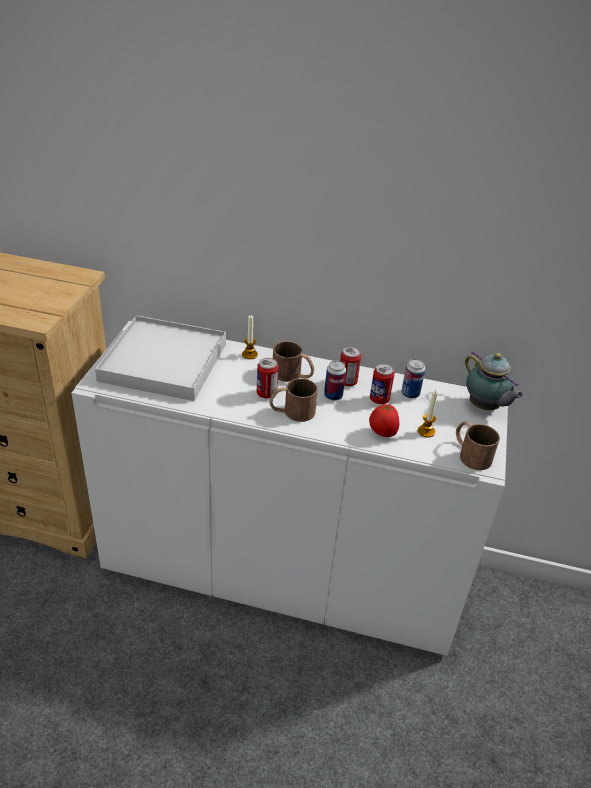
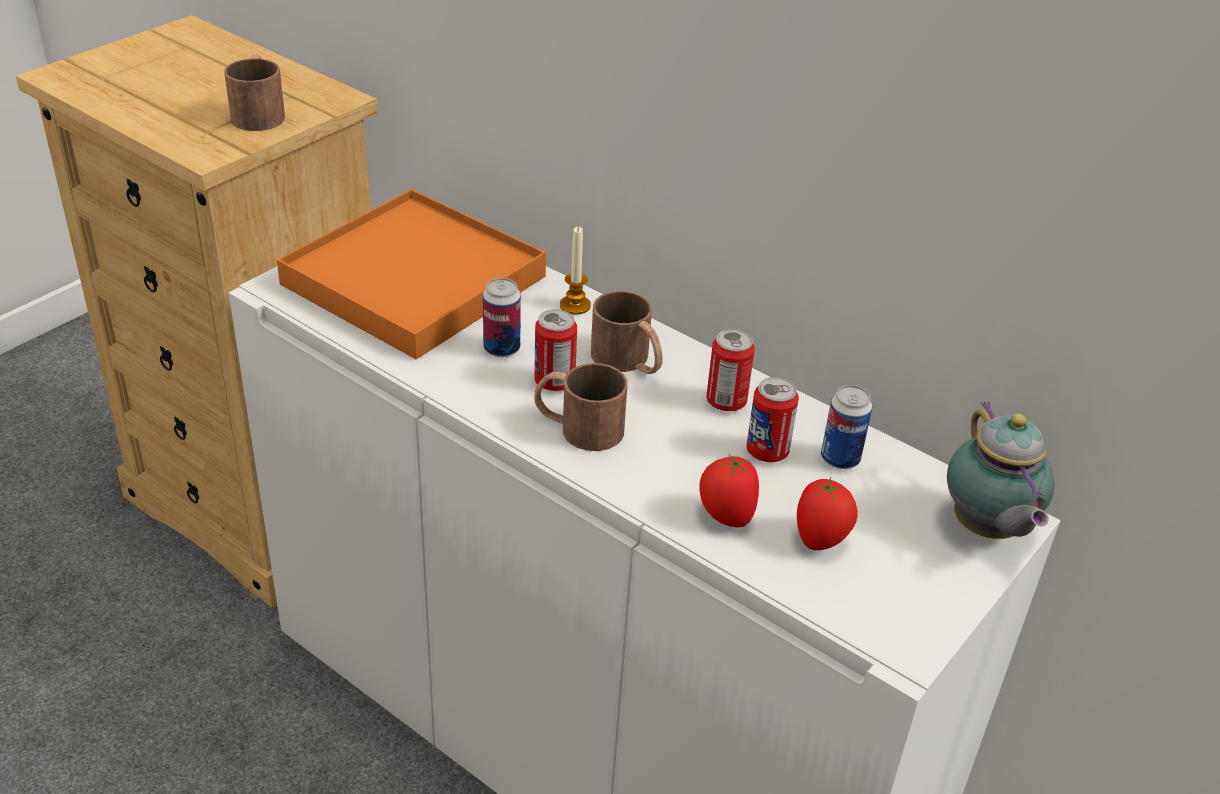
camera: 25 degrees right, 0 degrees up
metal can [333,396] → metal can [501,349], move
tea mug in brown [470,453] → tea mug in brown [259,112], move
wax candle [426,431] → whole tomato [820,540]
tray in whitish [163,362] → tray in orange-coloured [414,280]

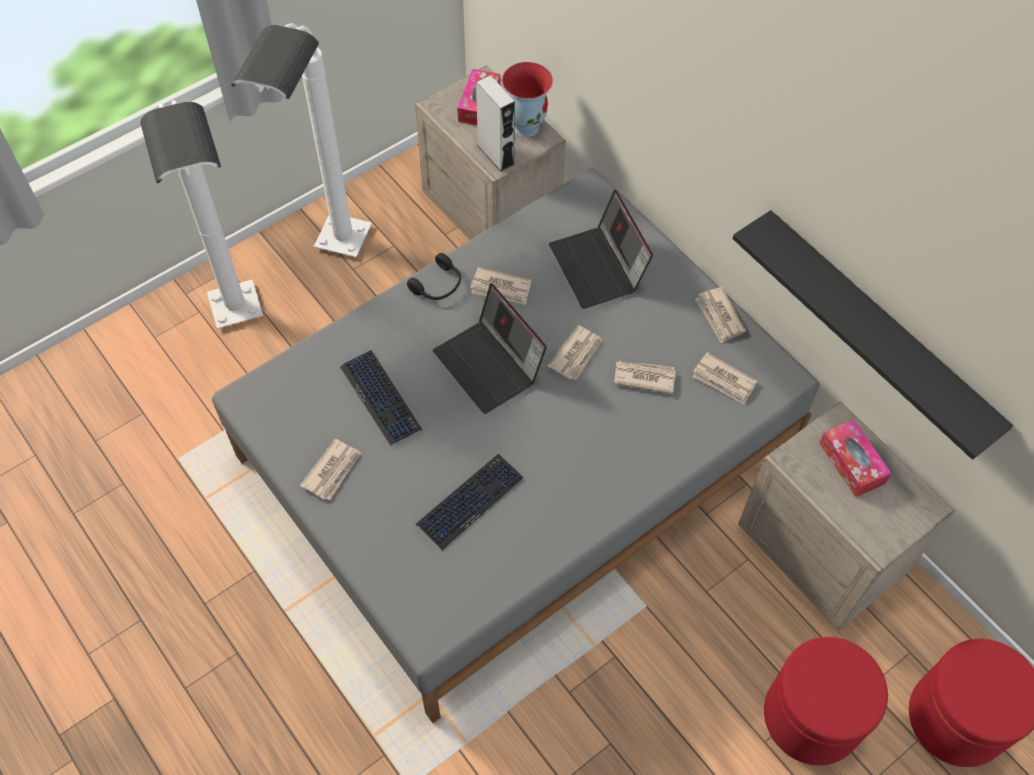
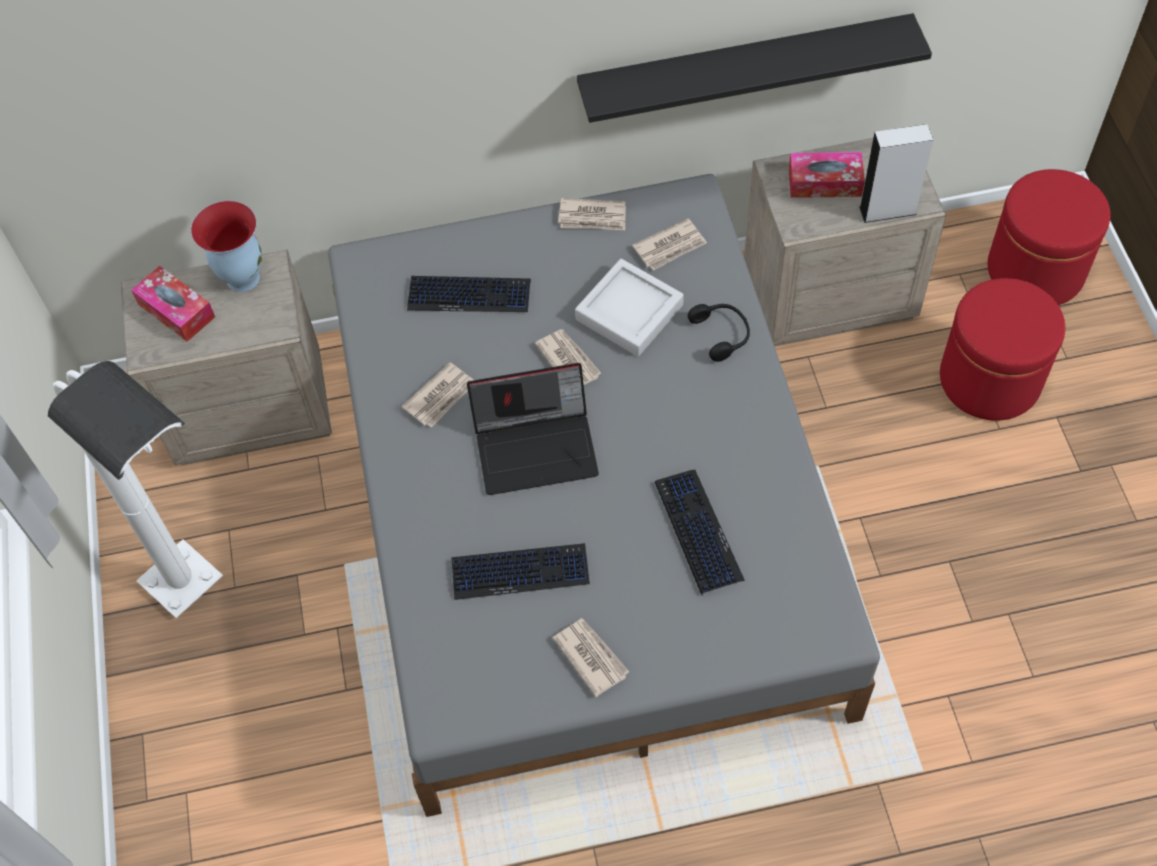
camera: 60 degrees left, 0 degrees up
standing lamp in whitish [245,333] → -
headphones in black-coloured [438,285] → headphones in black-coloured [722,334], move
speaker in greyish [495,155] → speaker in greyish [887,210], move
portable computer [599,268] → keyboard [469,295]
newspaper [644,377] → tray in greyish [629,312]

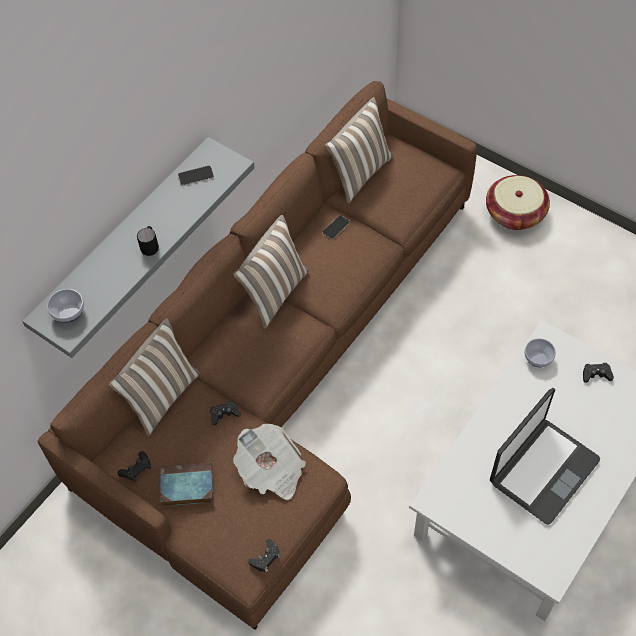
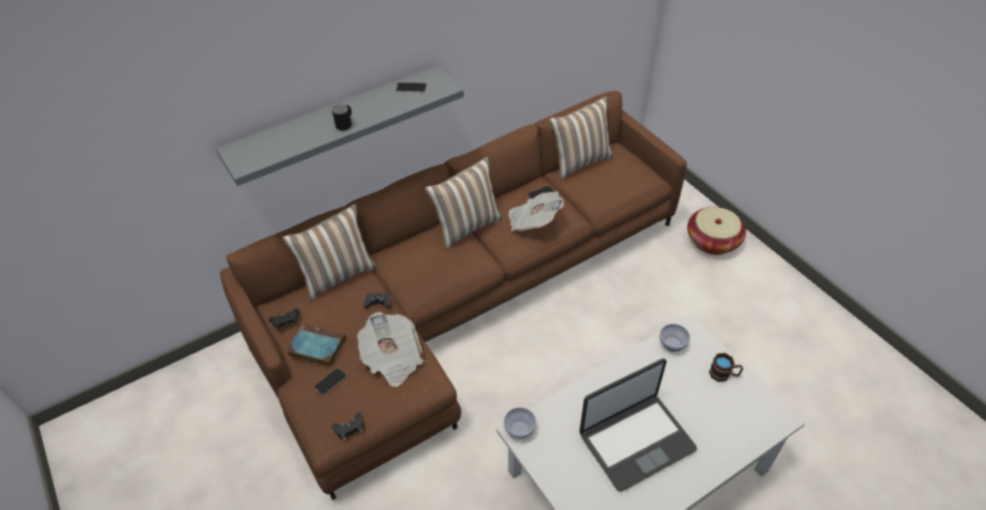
camera: 20 degrees right, 10 degrees down
- → telephone [330,382]
- → newspaper [533,221]
deep dish [68,313] → deep dish [519,429], move
joypad in black-coloured [596,374] → tea mug in brown [724,374]

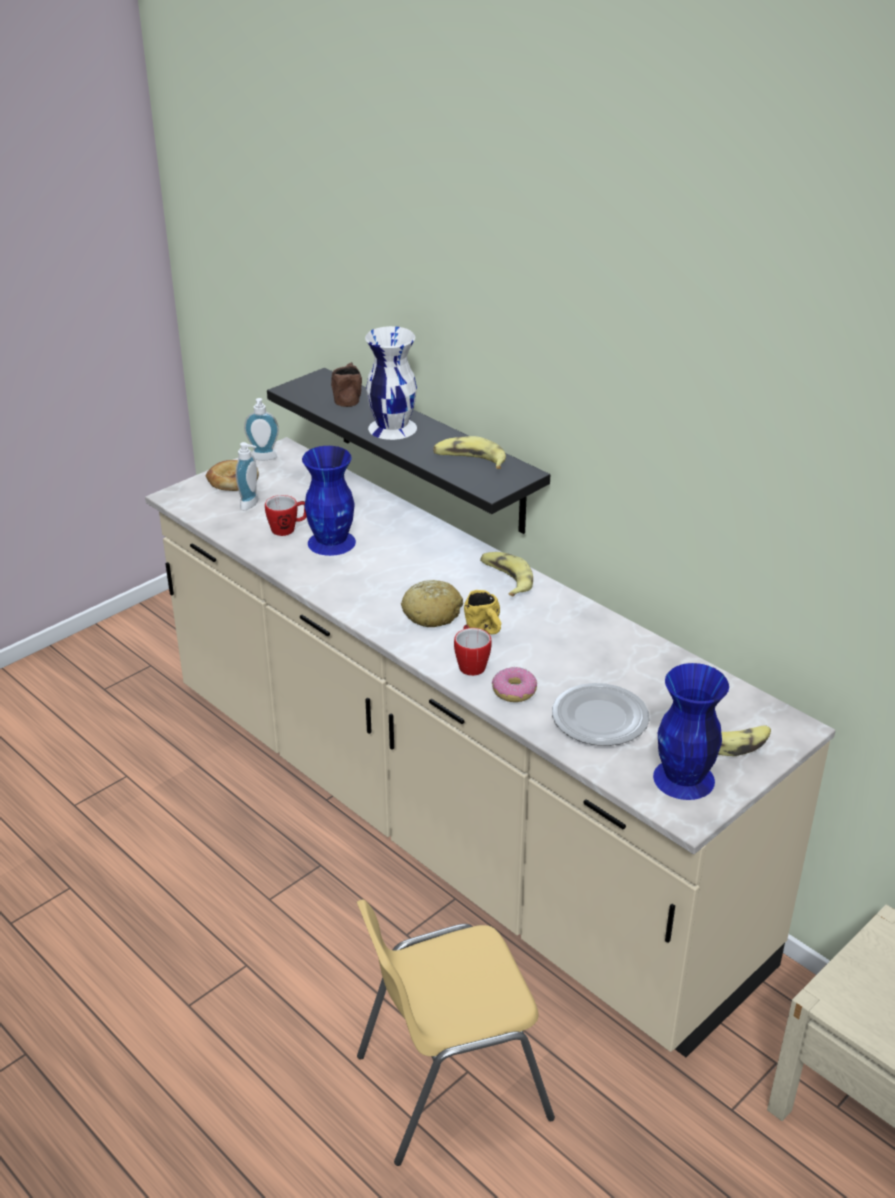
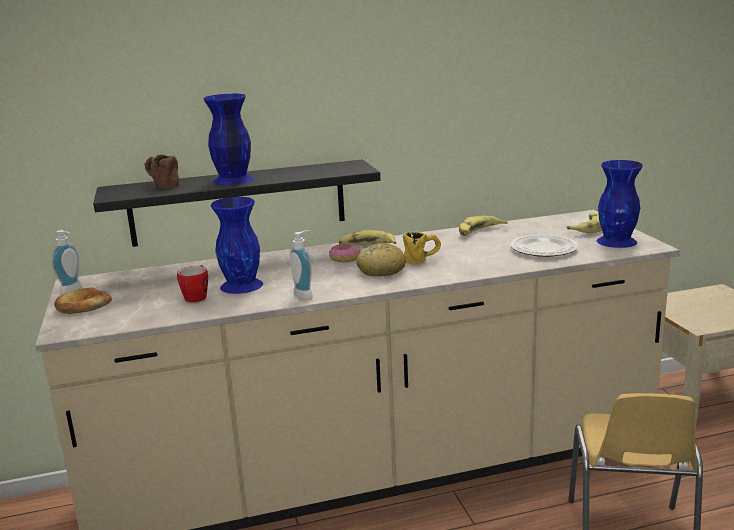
camera: 60 degrees left, 15 degrees down
tea mug [470,664] → -
liquid soap bottle [252,504] → liquid soap bottle [305,294], move
banana fruit [470,460] → banana fruit [479,232], move
ring doughnut [514,691] → ring doughnut [345,258], move
flower vase in whitish [391,427] → flower vase in blue [232,180]

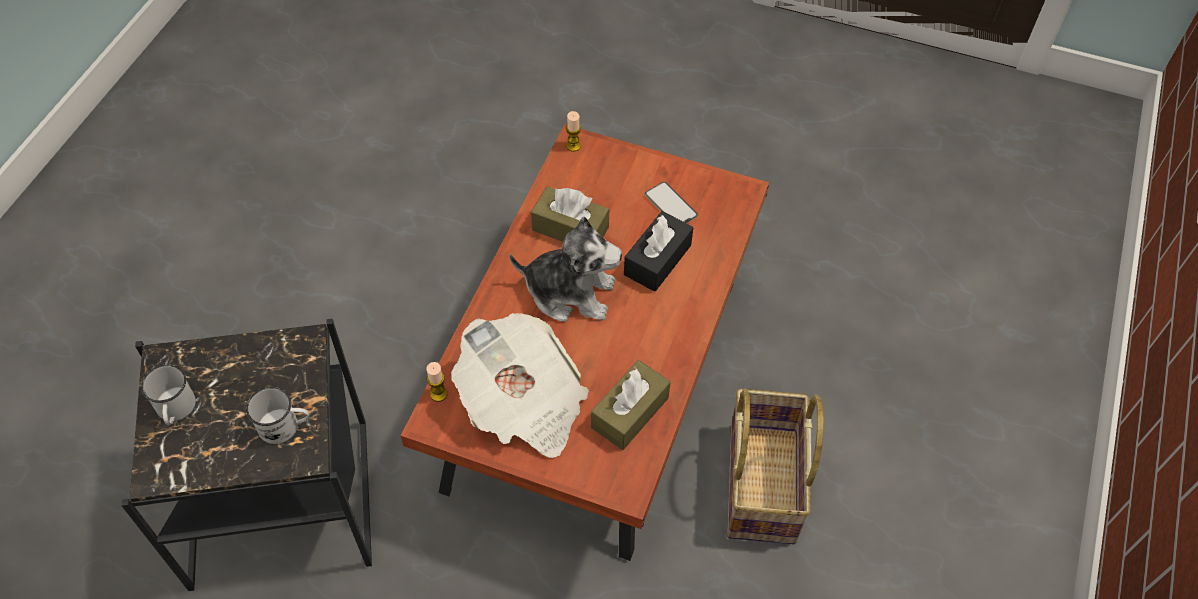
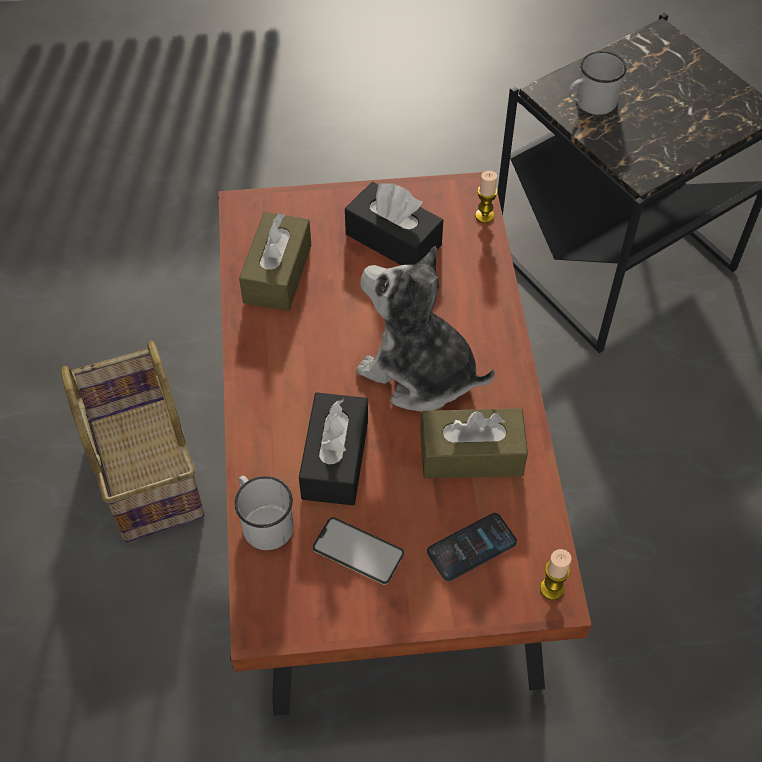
camera: 155 degrees right, 0 degrees up
- → telephone [471,547]
tea mug in whitish [175,410] → tea mug in whitish [263,521], move
newspaper [523,404] → box of tissues in black-coloured [393,239]
soft toy [570,292] → soft toy [419,372], 45 degrees clockwise

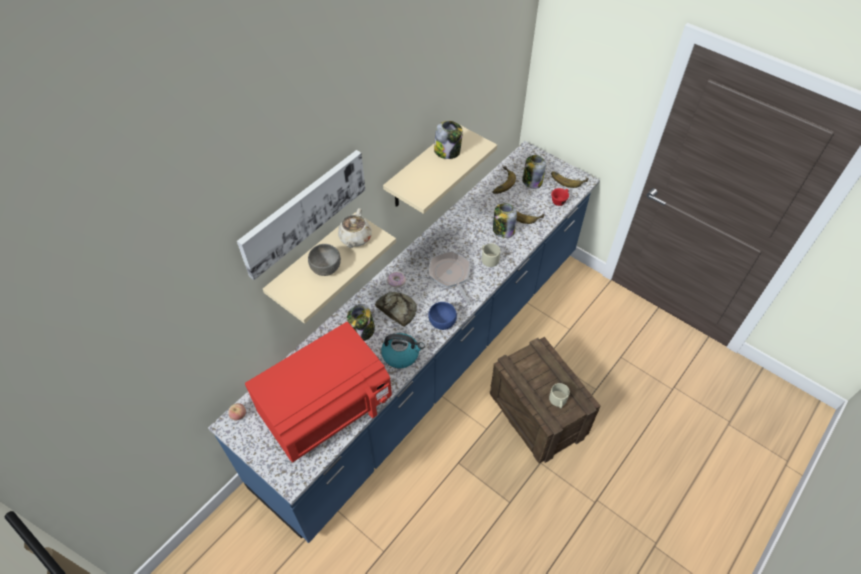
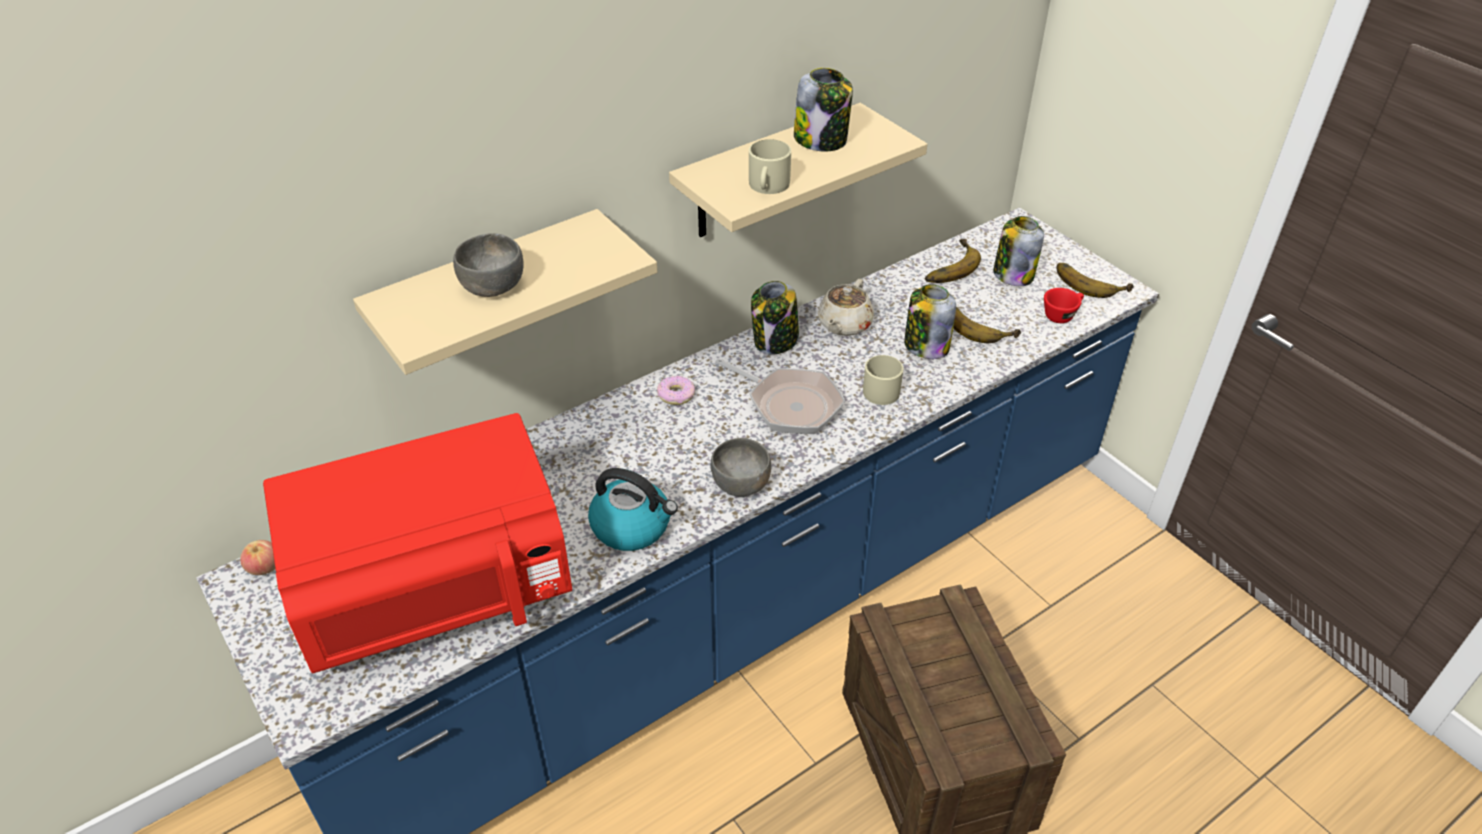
camera: 15 degrees right, 10 degrees down
wall art [303,211] → -
bakery bread [397,310] → -
pot for tea in beige [355,238] → pot for tea in beige [844,325], move
jar [362,331] → jar [775,341], move
tea mug in beige [558,401] → tea mug in beige [768,186], move
deep dish in blue [442,322] → deep dish in greyish [741,484]
pan [450,275] → pan [789,404], 135 degrees clockwise

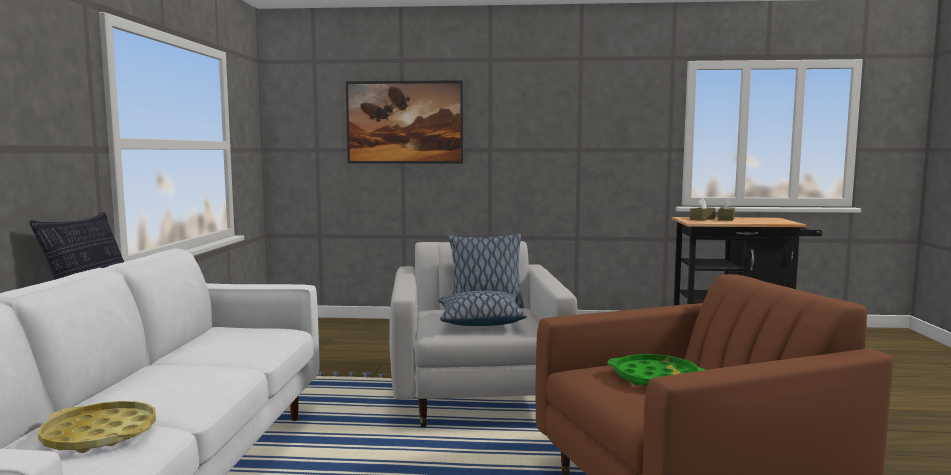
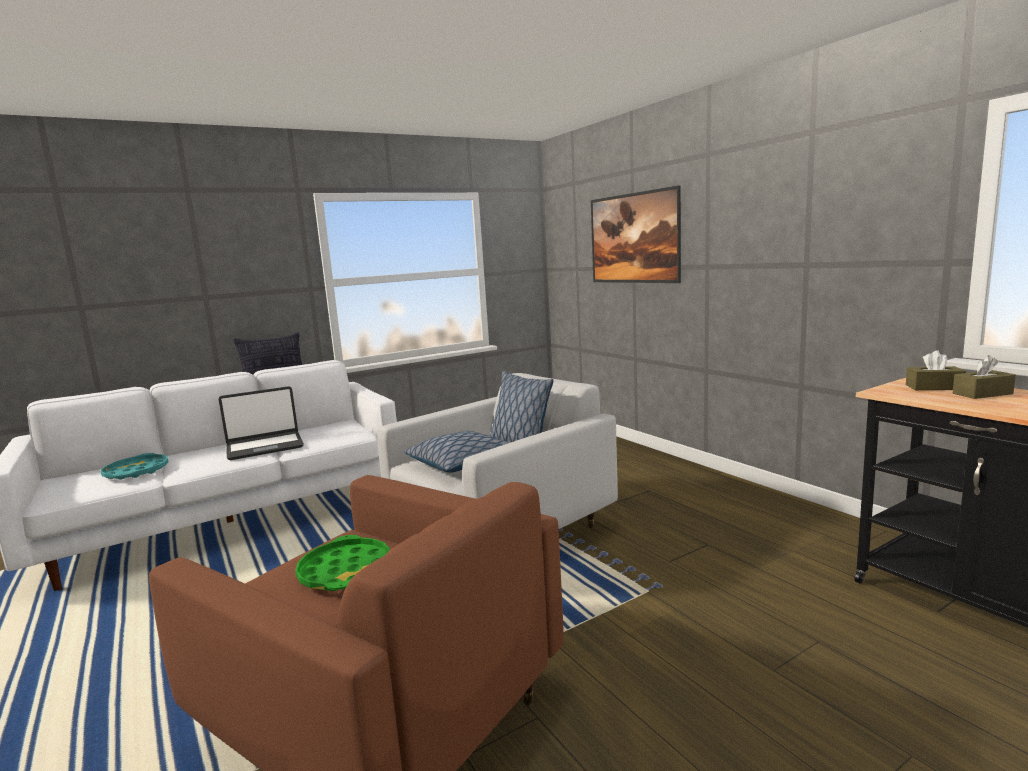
camera: 55 degrees right, 5 degrees up
- → portable computer [265,447]
tray in yellow [100,435] → tray in turquoise-coloured [136,472]

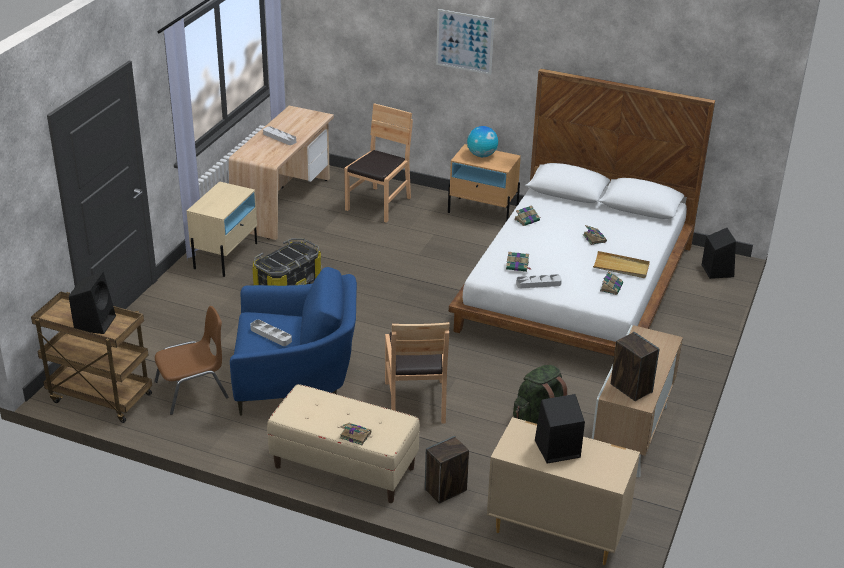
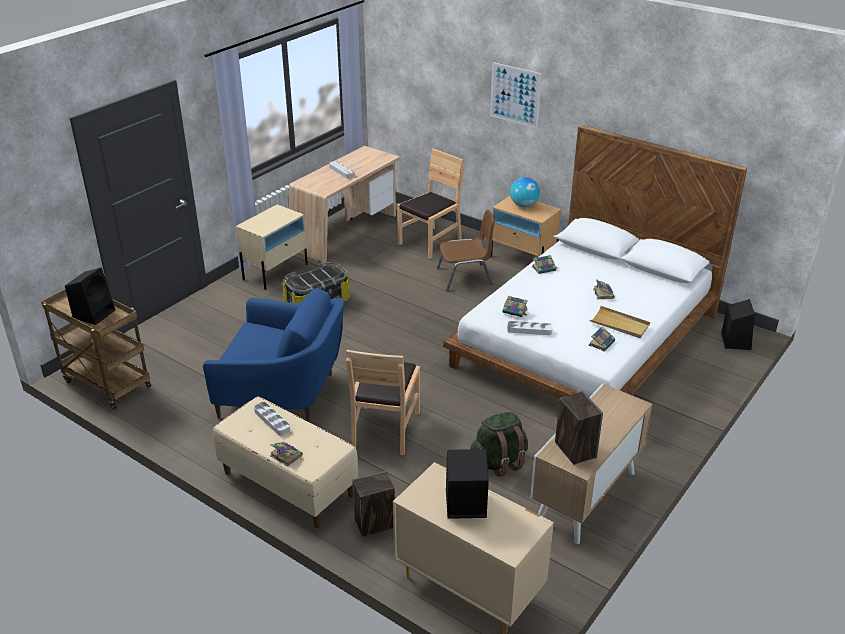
camera: 15 degrees right, 0 degrees up
plain chair in brown [193,390] → plain chair in brown [465,276], move
tray in greyish [271,335] → tray in greyish [272,421], move

